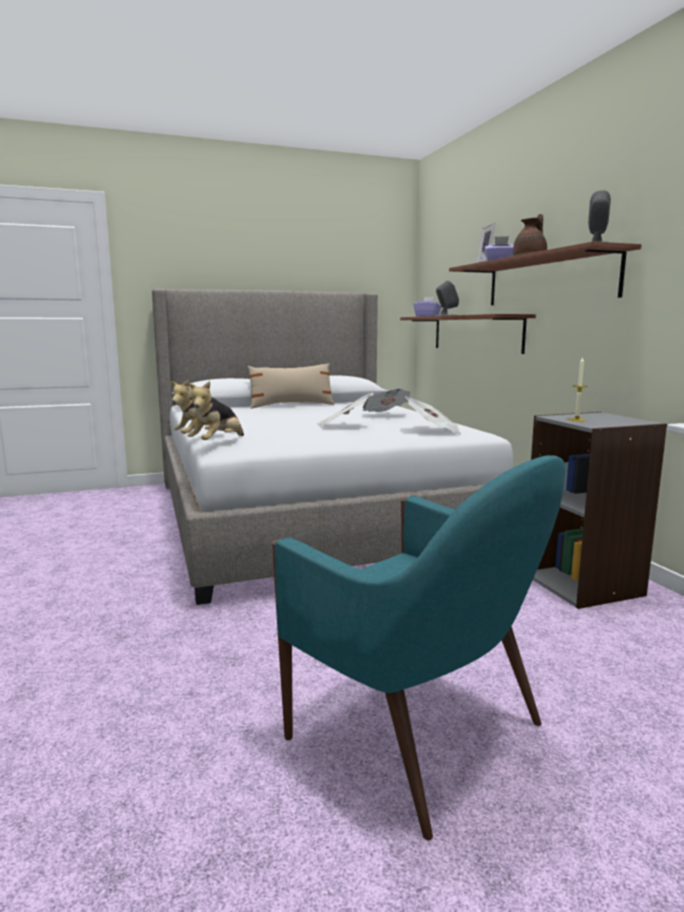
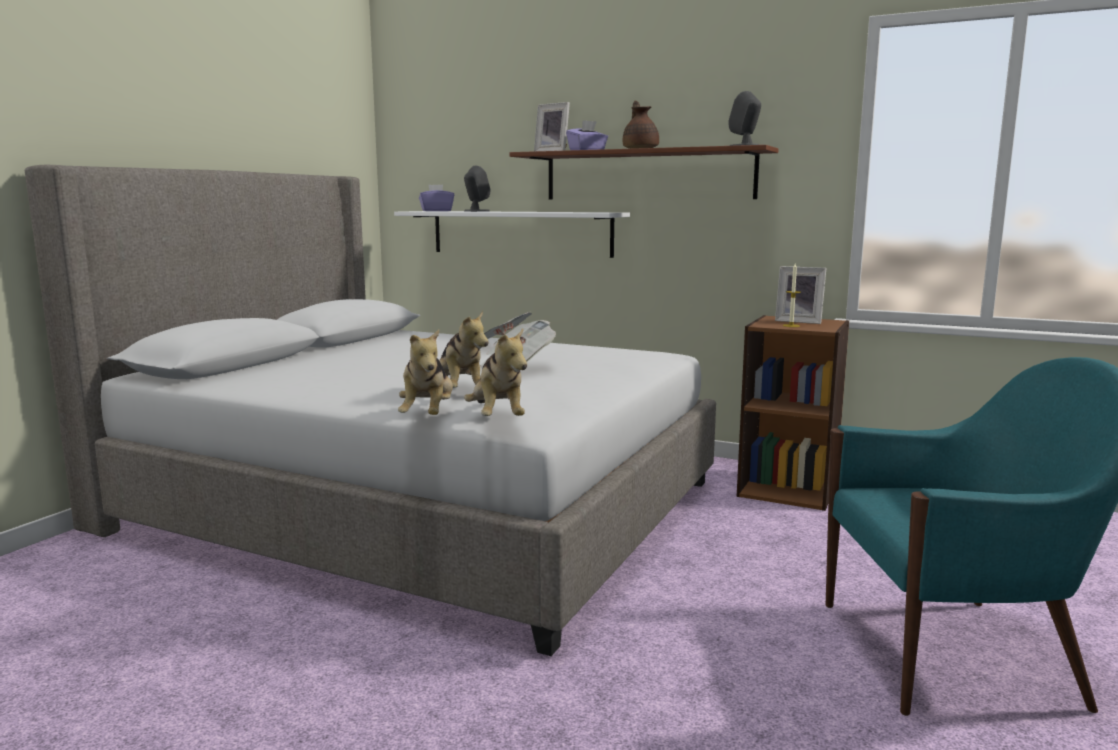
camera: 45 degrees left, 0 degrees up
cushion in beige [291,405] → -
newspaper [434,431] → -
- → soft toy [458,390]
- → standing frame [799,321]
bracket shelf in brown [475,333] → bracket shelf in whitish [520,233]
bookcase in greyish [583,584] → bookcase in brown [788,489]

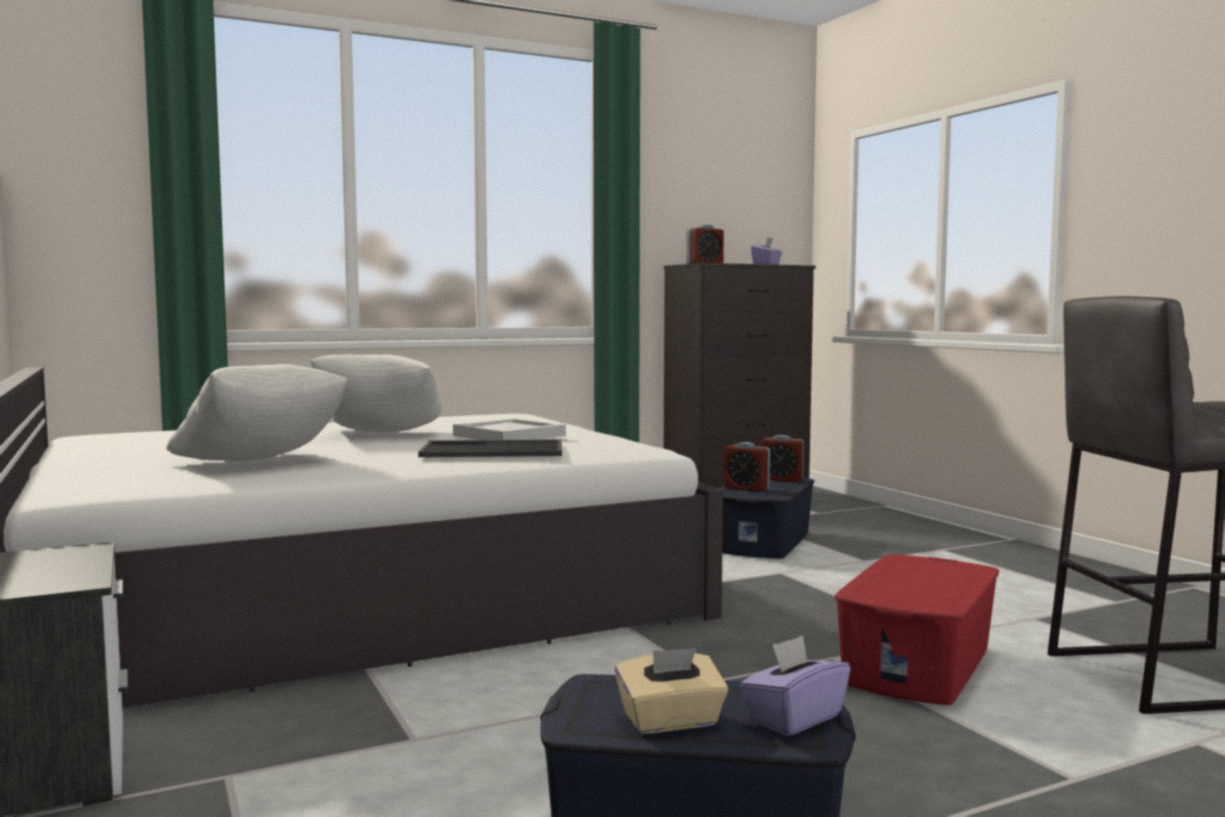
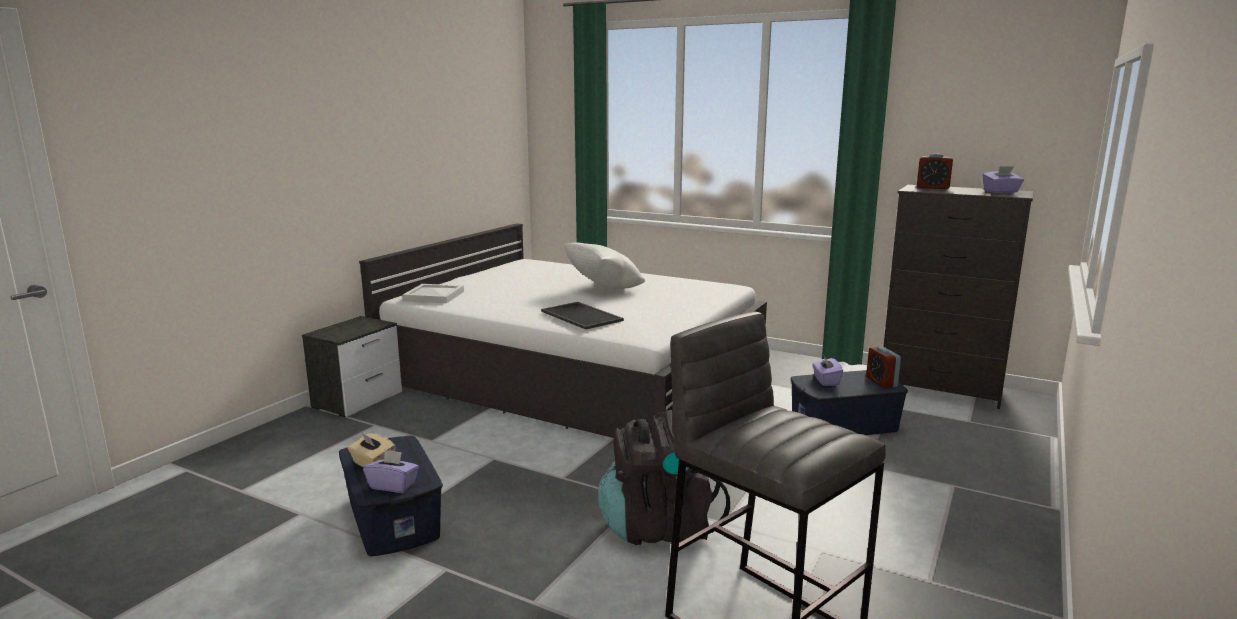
camera: 55 degrees right, 10 degrees up
cushion in whitish [261,463] → -
tray in whitish [511,435] → tray in whitish [434,296], move
bedside clock [746,489] → box of tissues in purplish [826,381]
storage box in red-coloured [919,666] → backpack in black-coloured [659,527]

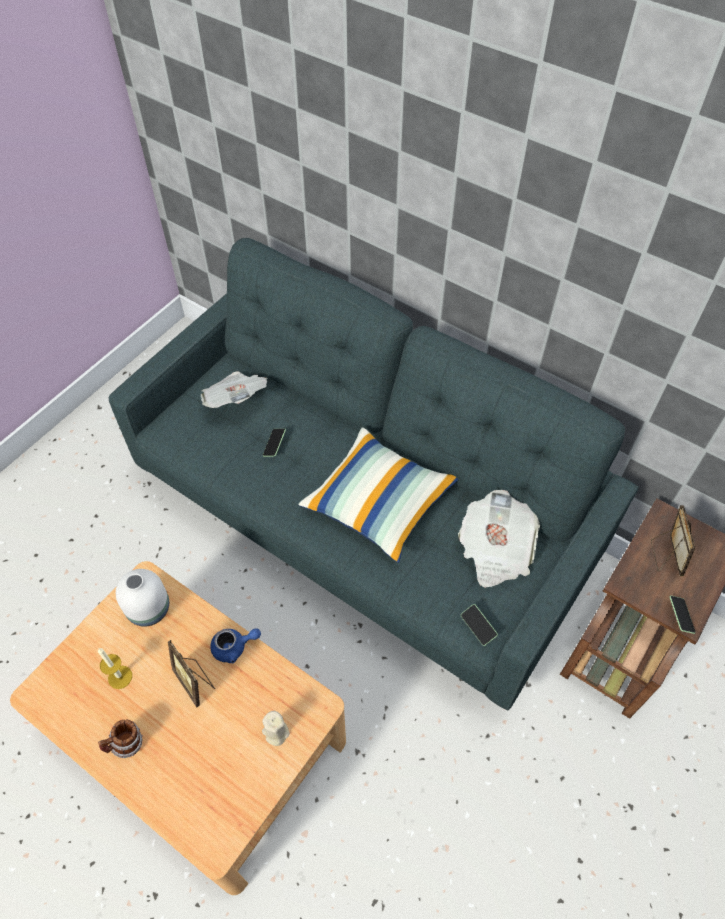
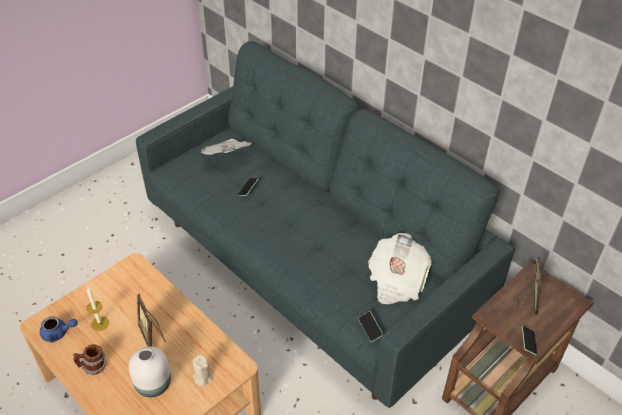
camera: 10 degrees right, 10 degrees down
cushion [379,502] → -
flower vase in whitish [148,609] → flower vase in whitish [152,384], move
pot for tea in blue [234,647] → pot for tea in blue [58,333], move

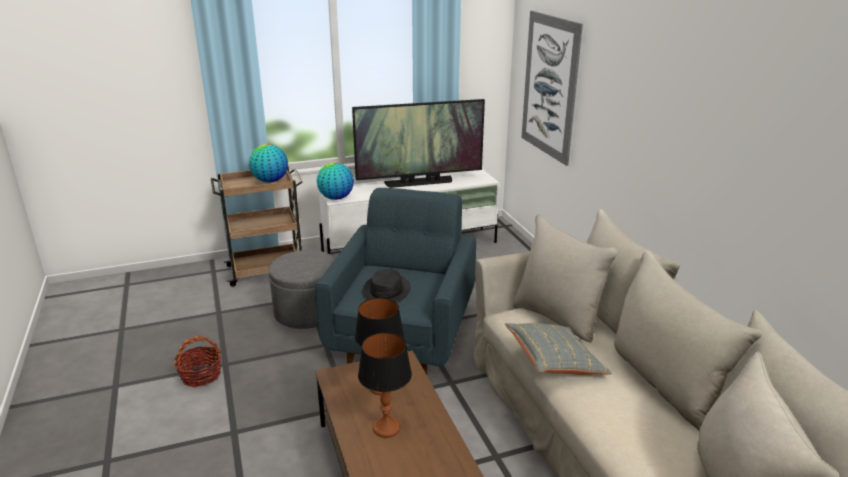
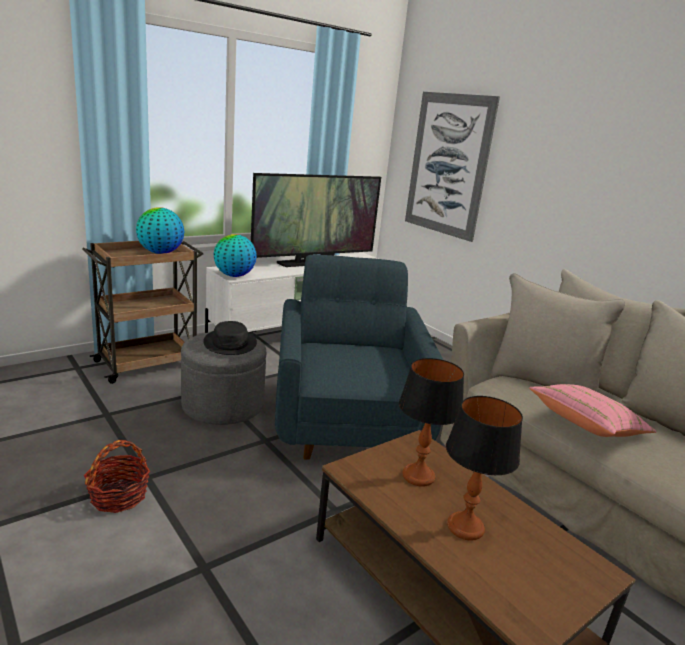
camera: 20 degrees left, 5 degrees down
clothing hat in black-coloured [386,290] → clothing hat in black-coloured [230,343], move
cushion in greyish [554,362] → cushion in pinkish [586,427]

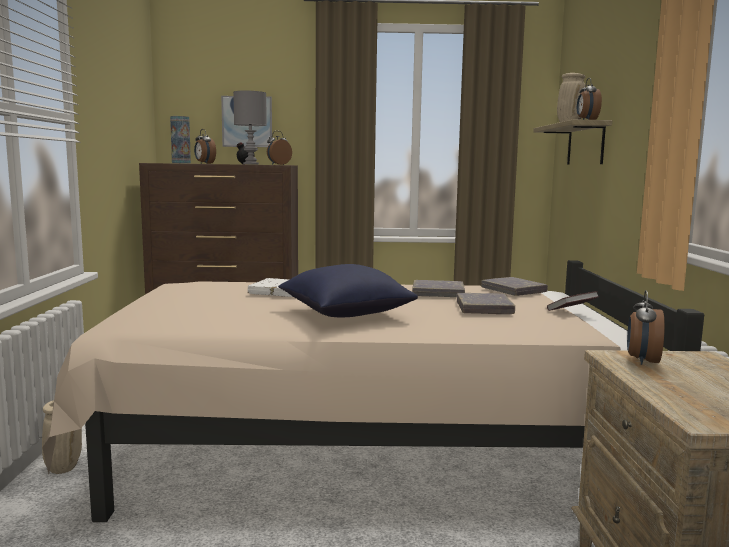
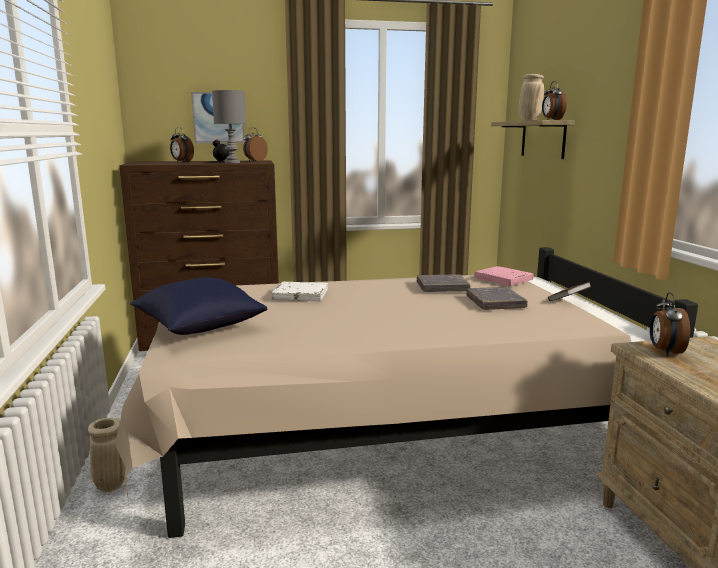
camera: 10 degrees left, 5 degrees up
flower vase [181,163] → -
cushion in blue [345,314] → cushion in blue [199,327], move
book in greyish [513,290] → book in pinkish [503,280]

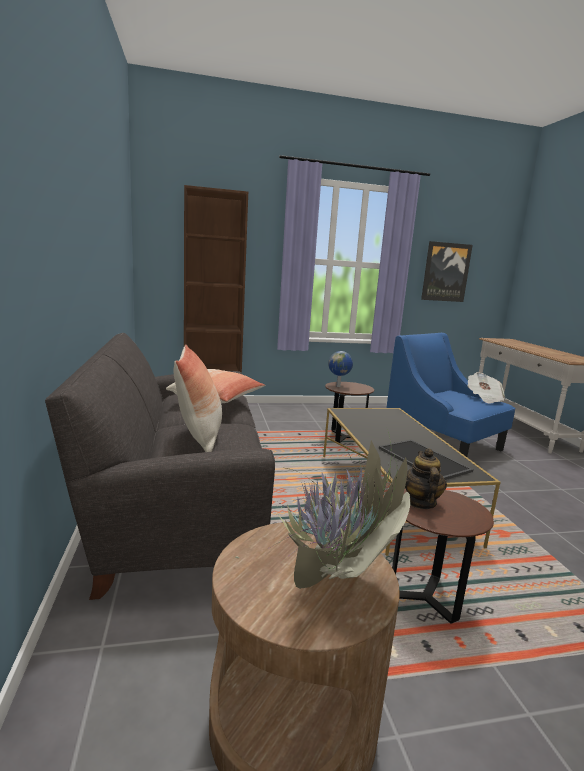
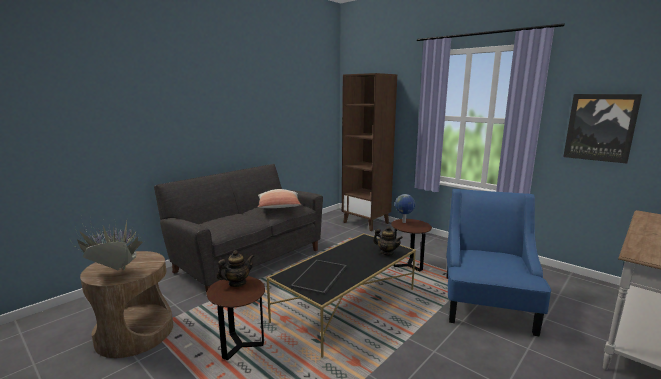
camera: 55 degrees right, 0 degrees up
cushion [199,437] → -
newspaper [484,398] → -
- → pot for tea [387,253]

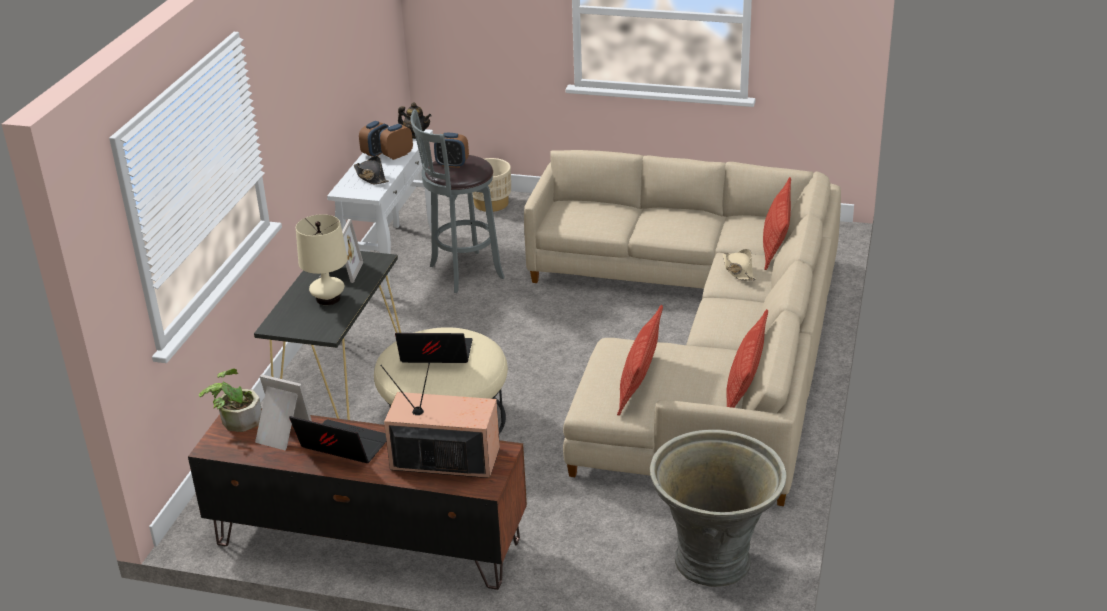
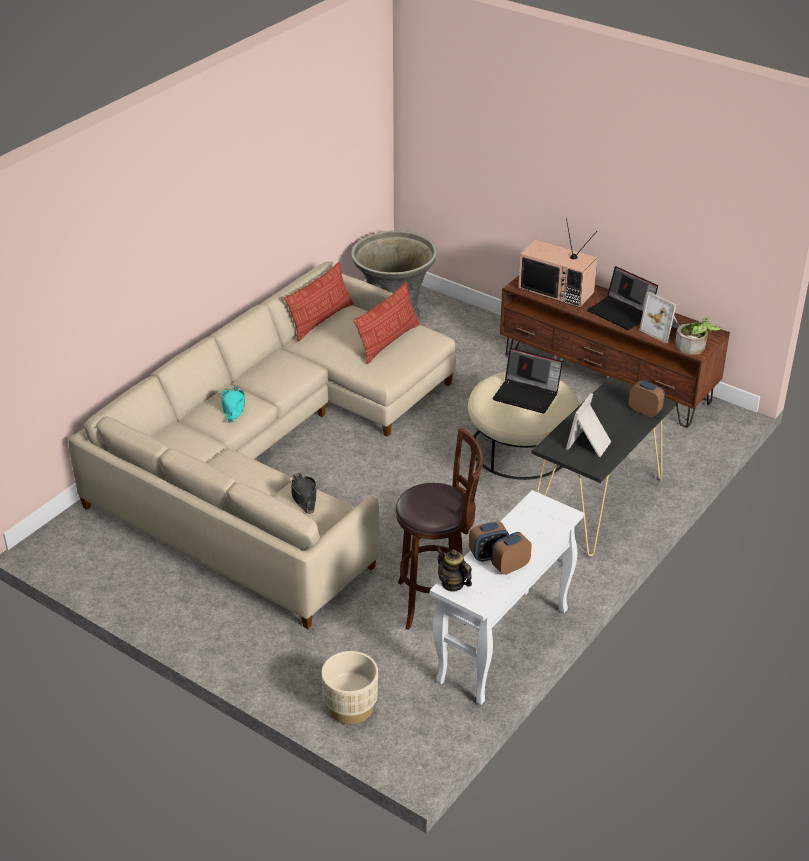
camera: 160 degrees left, 5 degrees up
lamp for a table in beige [328,298] → -
cushion [775,245] → -
clothing hat in black-coloured [371,177] → clothing hat in black-coloured [304,497], move
bedside clock [452,164] → bedside clock [645,411], move
stool seat in greyish [462,273] → stool seat in brown [437,602]
clothing hat in beige [738,270] → clothing hat in turquoise-coloured [233,408]

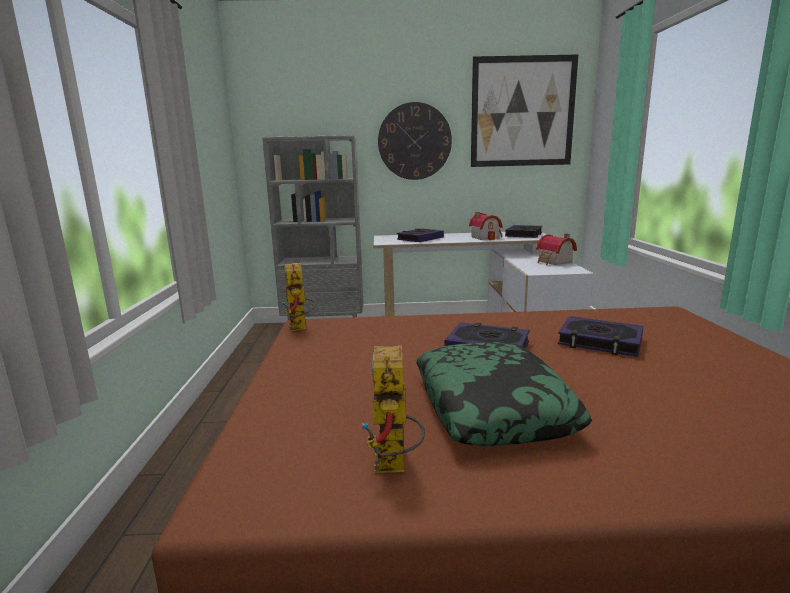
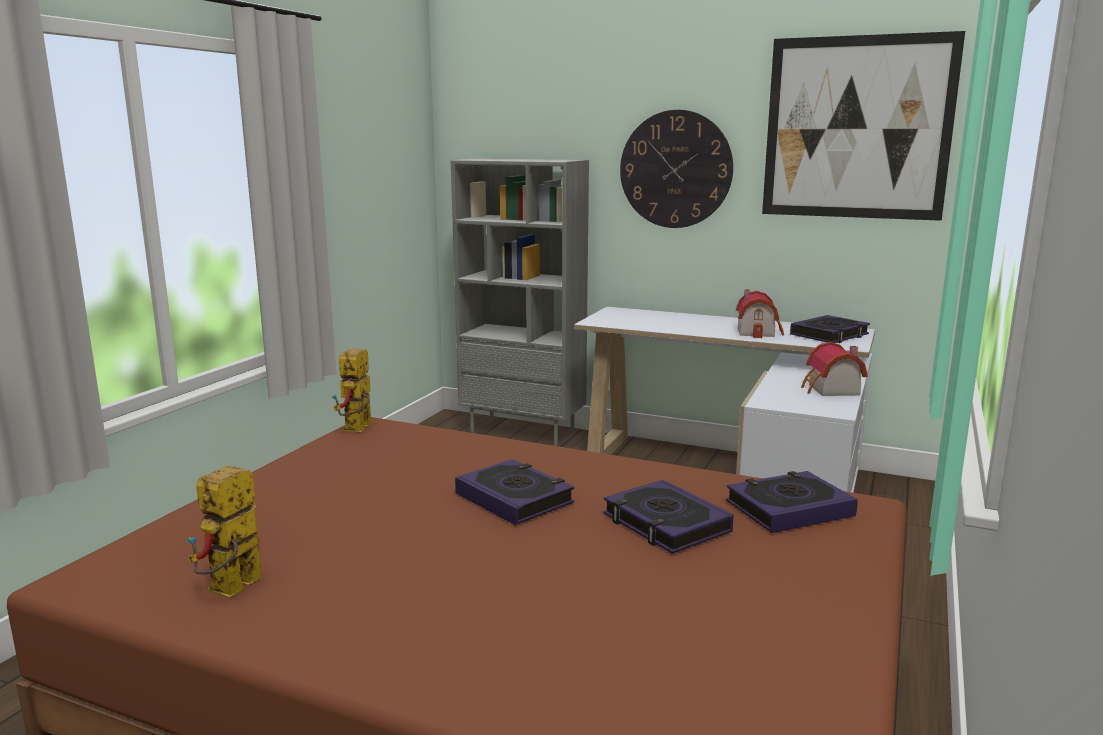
camera: 25 degrees right, 0 degrees up
cushion [492,407] → -
book [420,239] → book [789,509], move

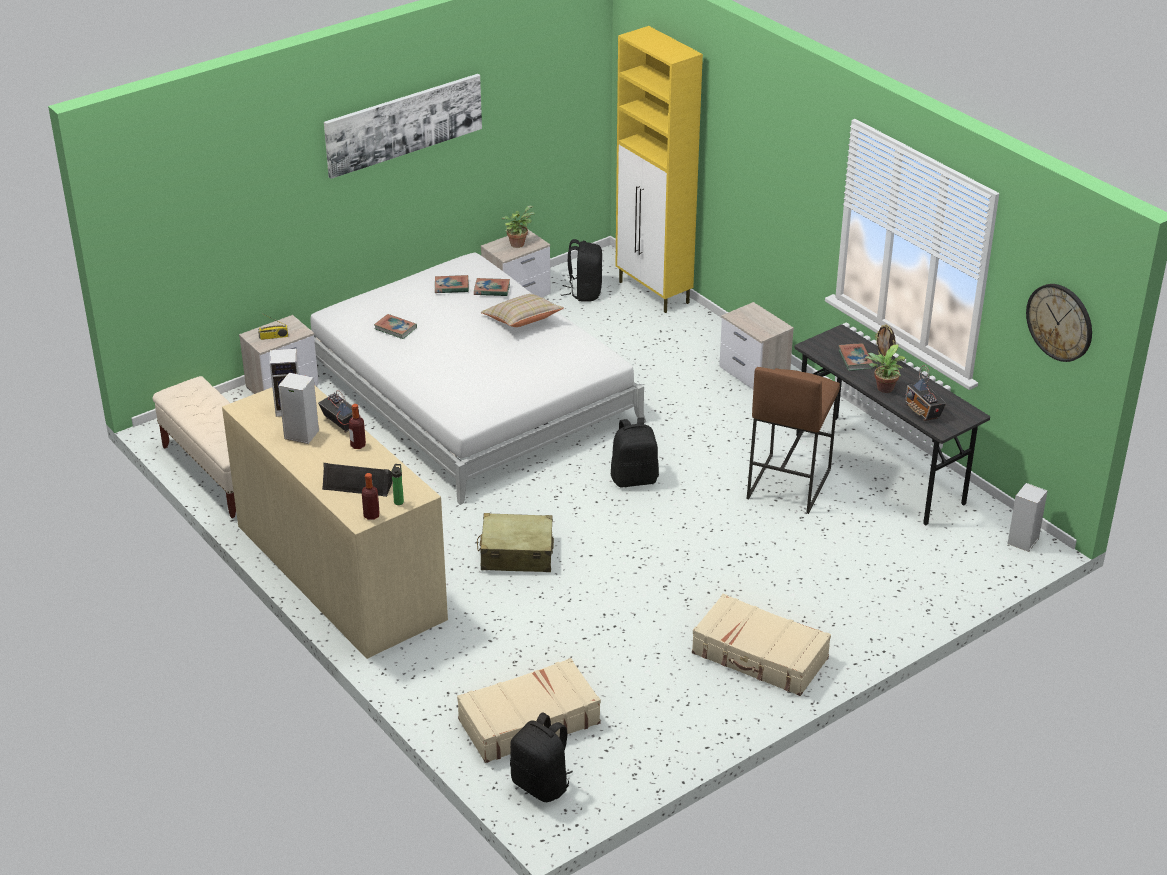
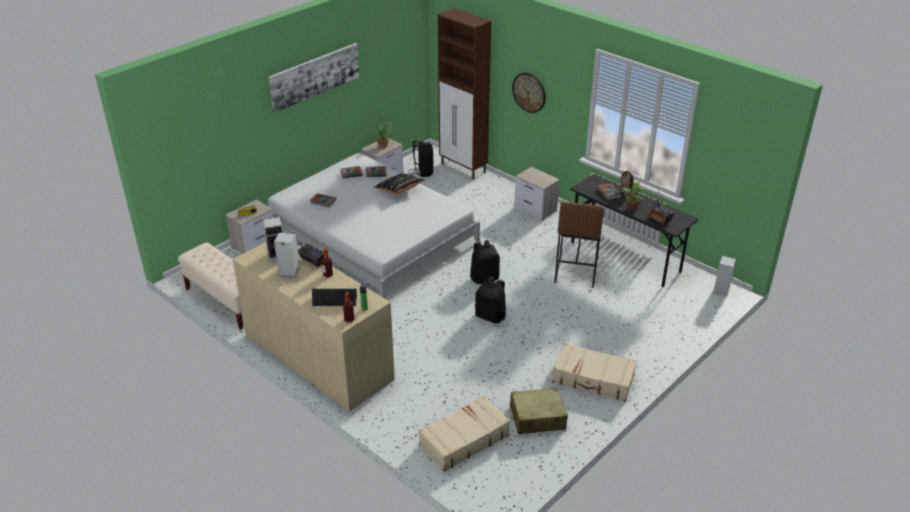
camera: 10 degrees left, 0 degrees up
travel case in beige [516,554] → travel case in beige [537,418], move
backpack in black-coloured [542,785] → backpack in black-coloured [491,316], move
wall clock [1060,322] → wall clock [529,92], move
cushion in beige [522,321] → cushion in black-coloured [399,190]
storage cabinet in yellow [654,293] → storage cabinet in brown [463,168]

